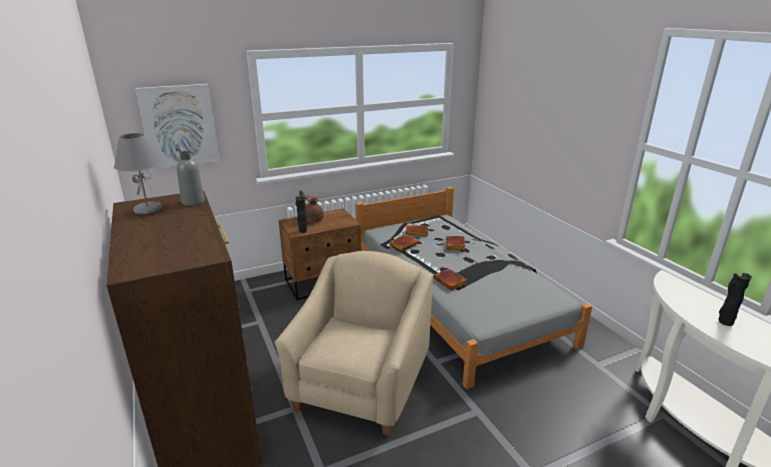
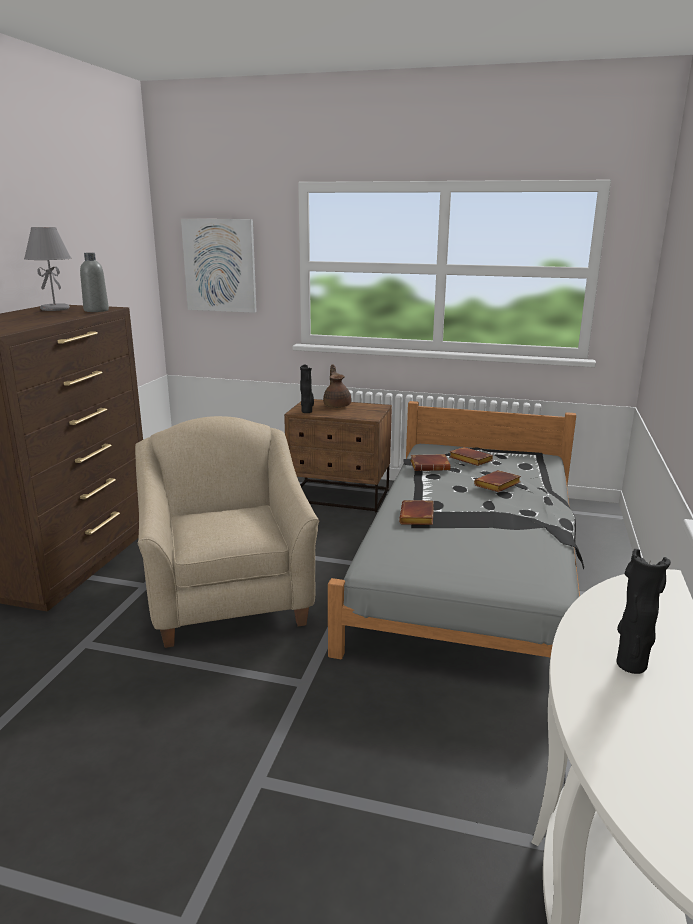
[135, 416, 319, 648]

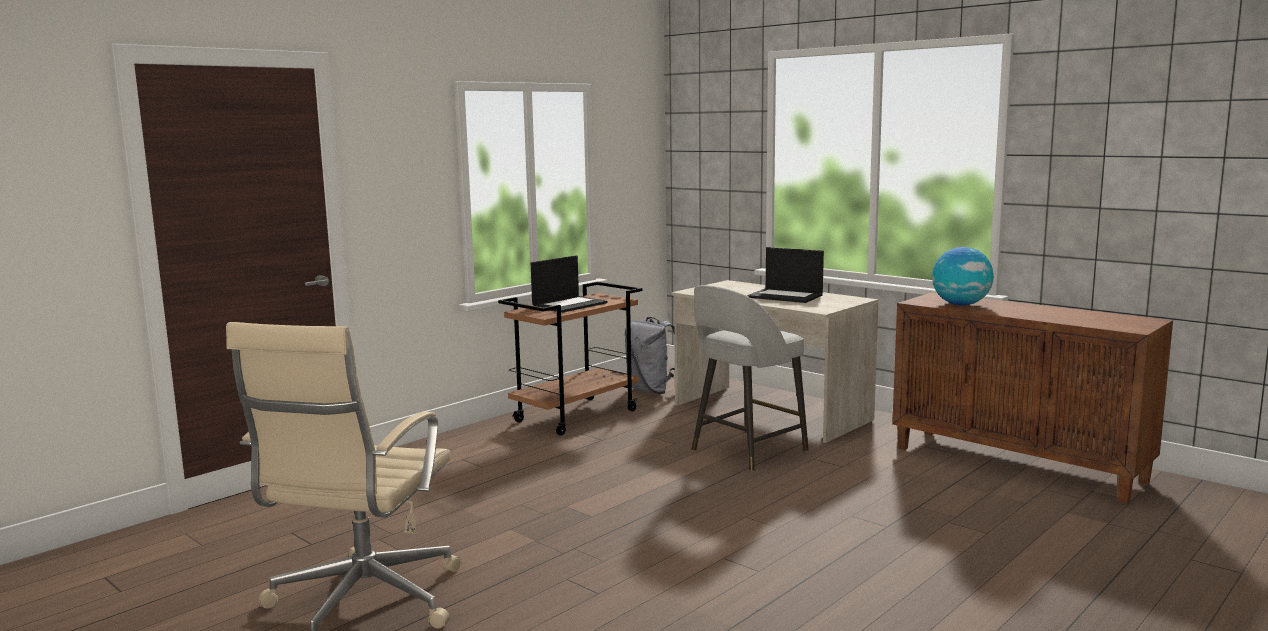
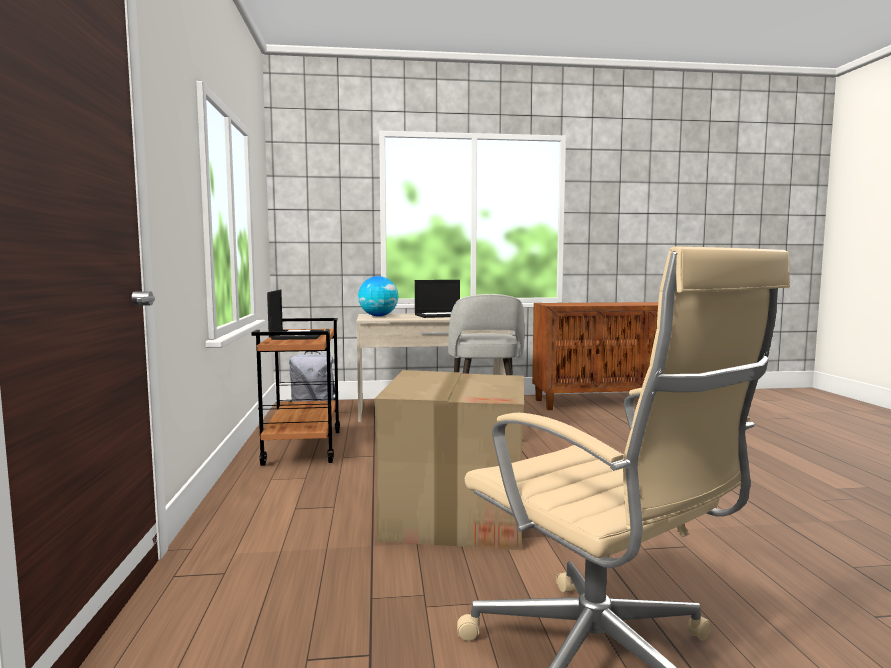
[358, 276, 398, 316]
[374, 370, 524, 550]

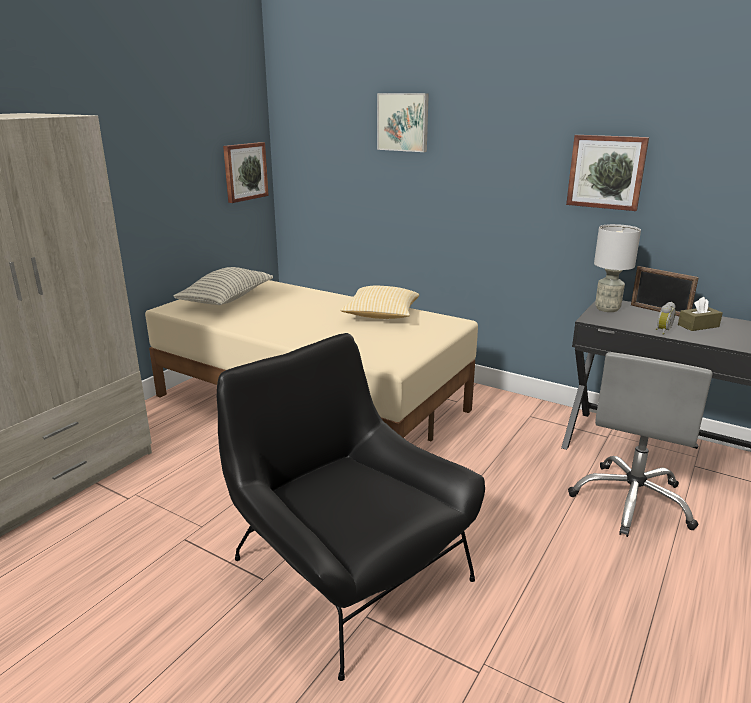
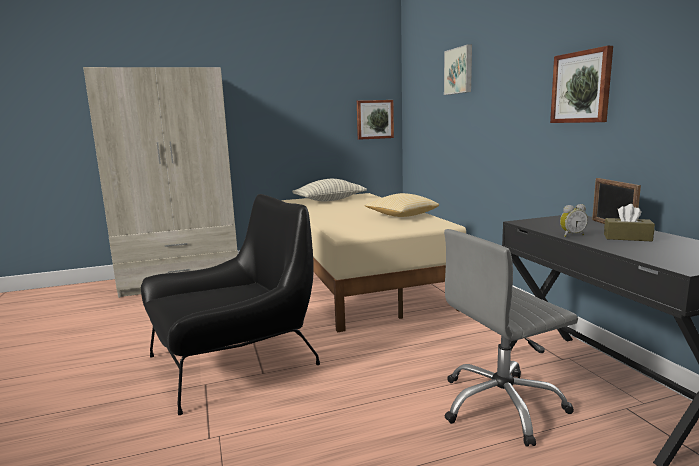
[141, 194, 320, 415]
[594, 224, 641, 312] (first image)

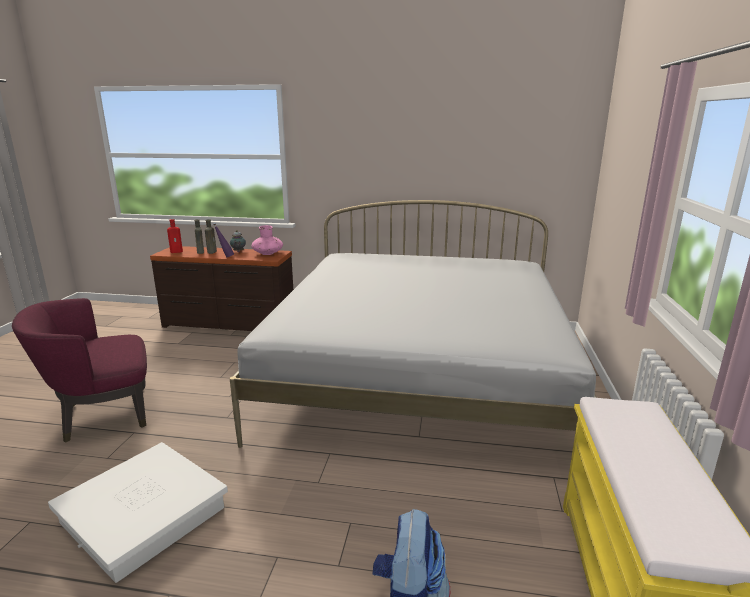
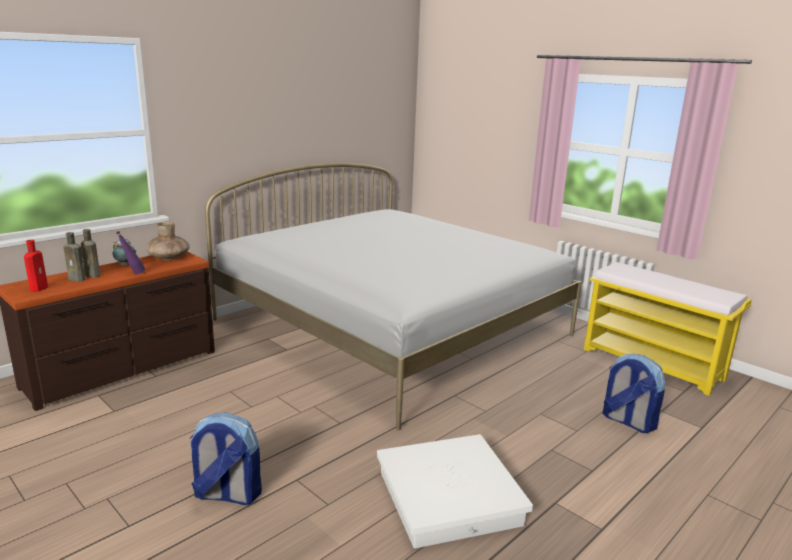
[147, 222, 190, 260]
[189, 413, 262, 505]

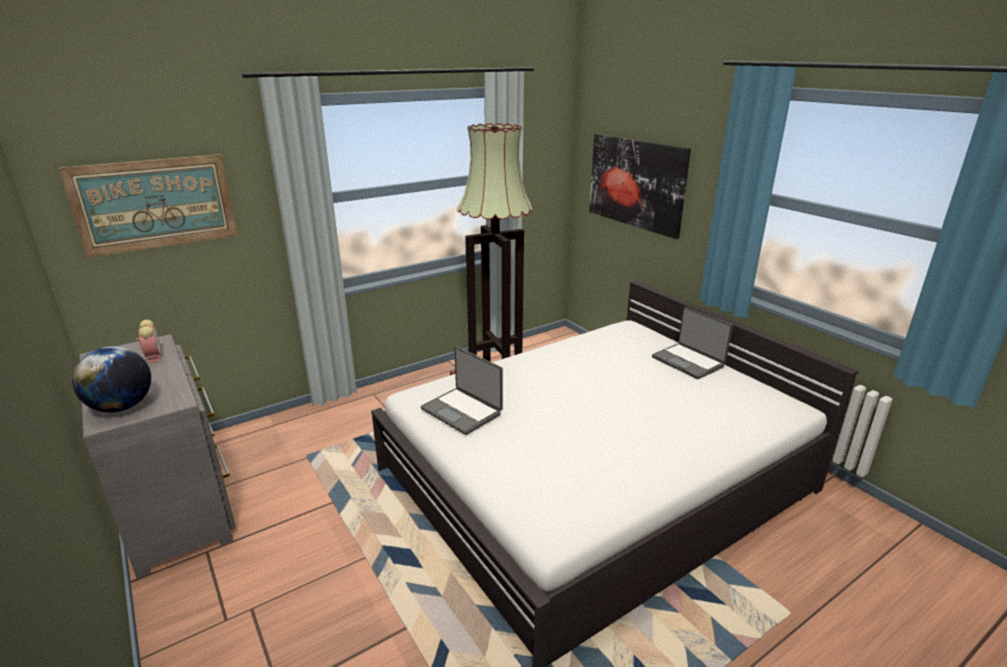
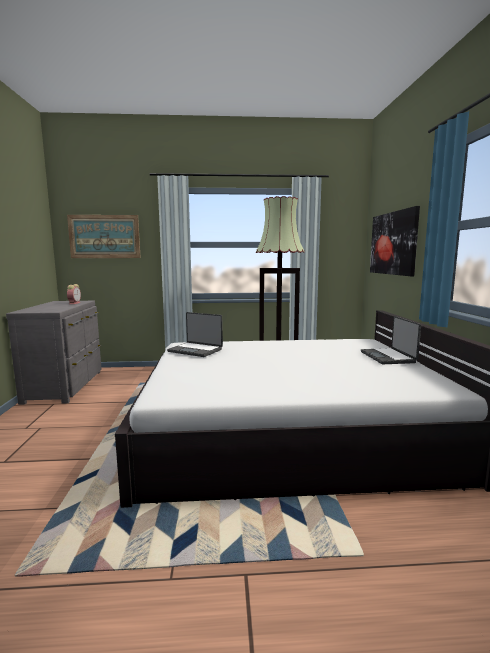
[167, 312, 223, 357]
[72, 346, 151, 412] (first image)

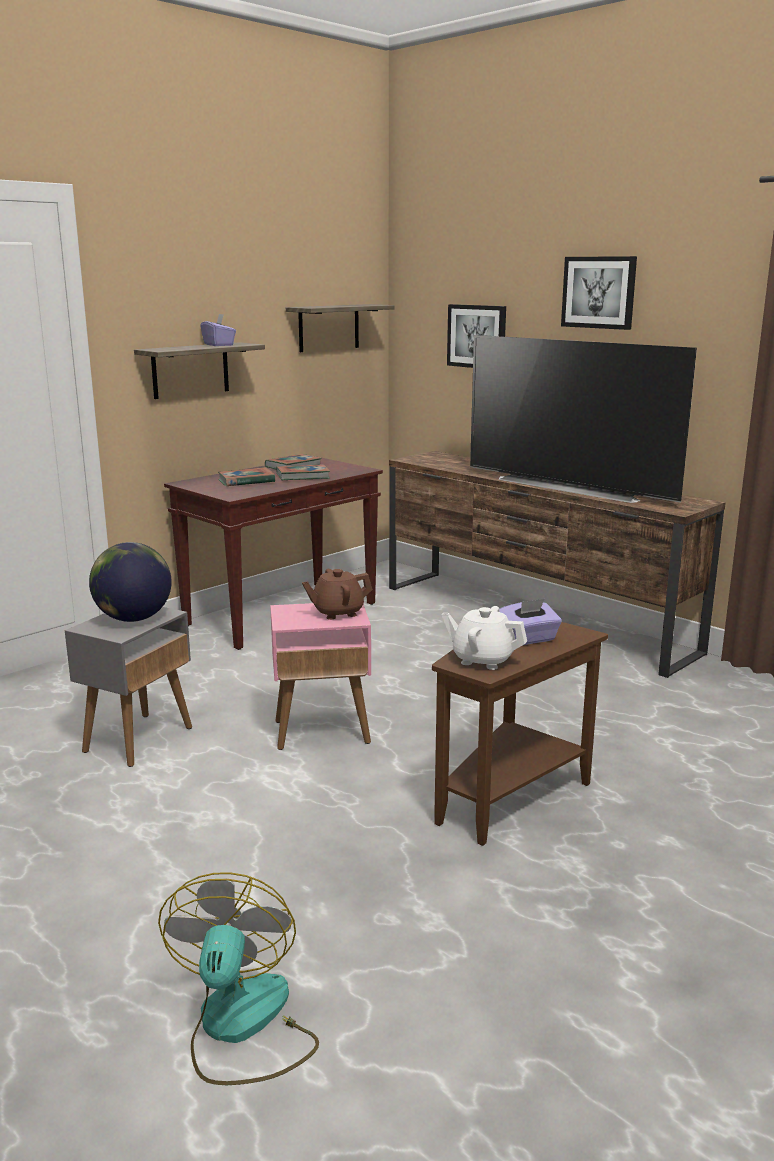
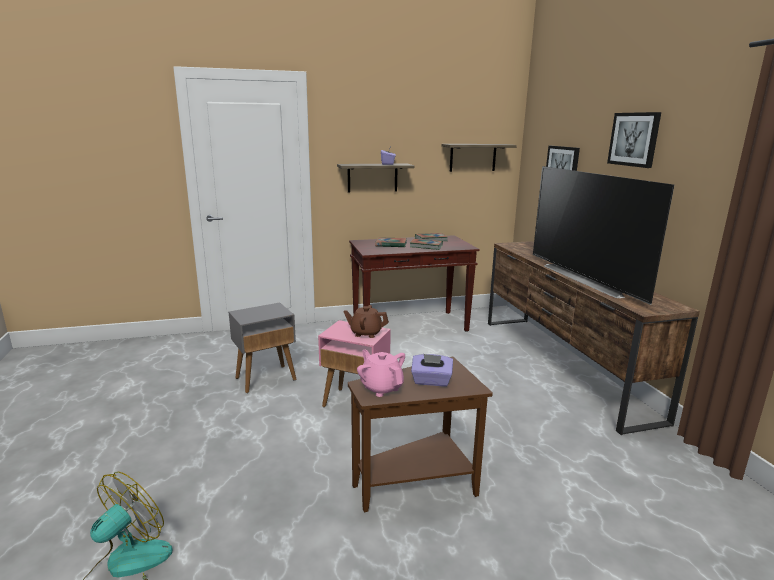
[357, 349, 405, 397]
[89, 542, 172, 622] (first image)

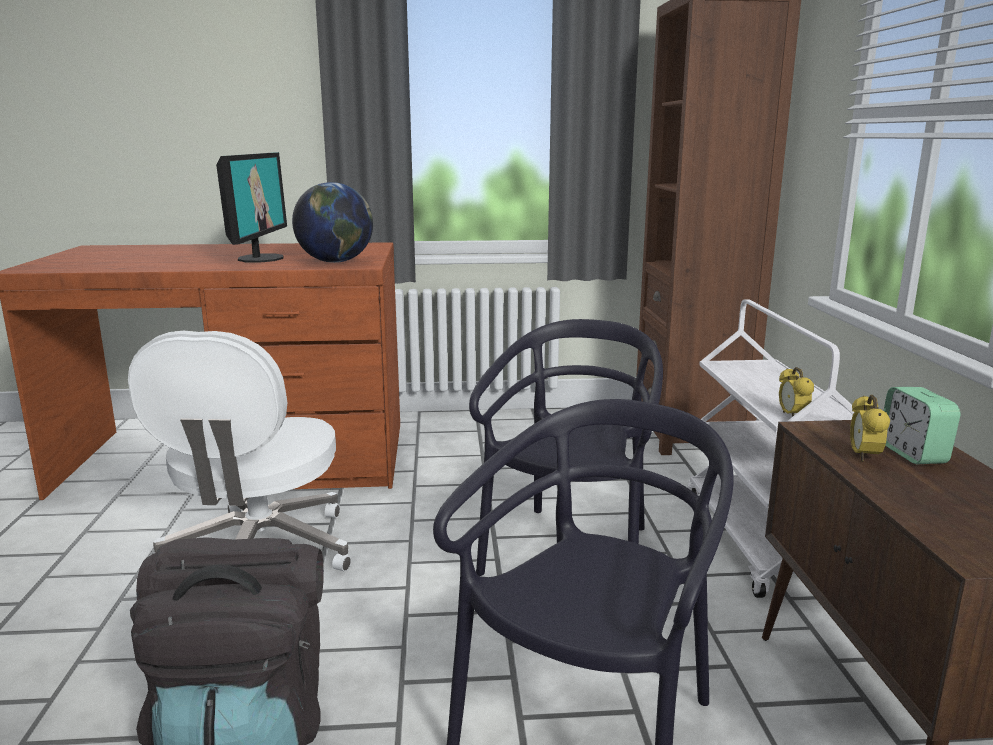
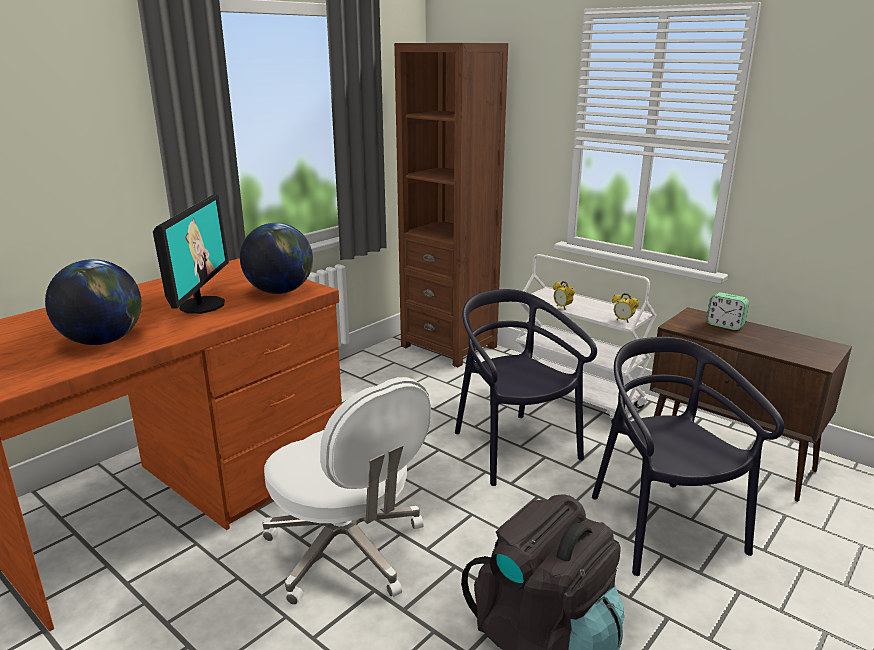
[45, 259, 142, 345]
[153, 194, 229, 314]
[553, 281, 575, 309]

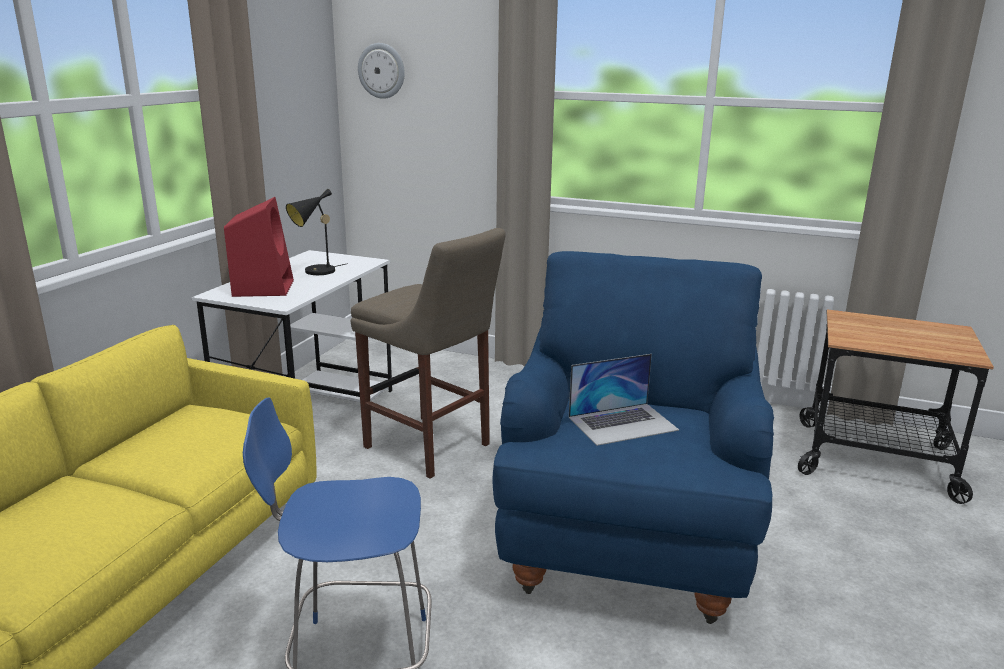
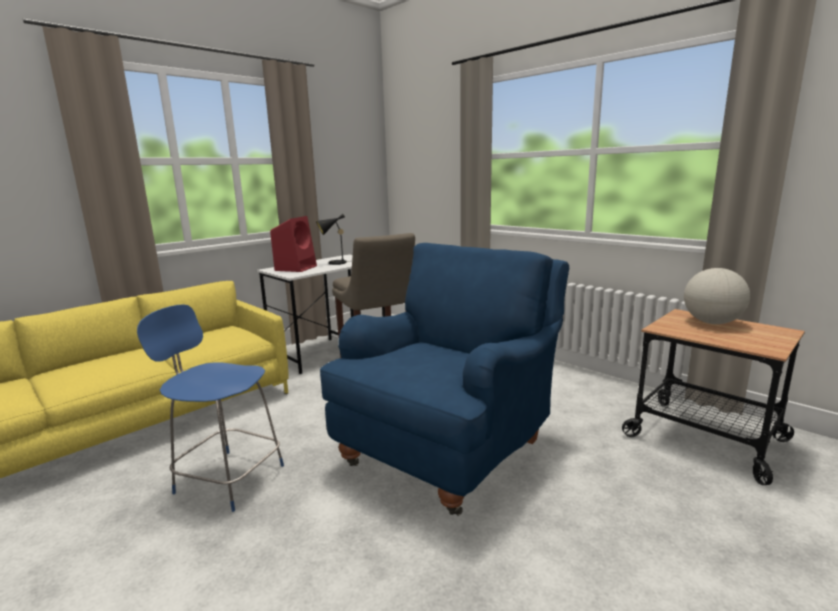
[684, 268, 750, 324]
[358, 43, 405, 99] (first image)
[569, 354, 679, 446] (first image)

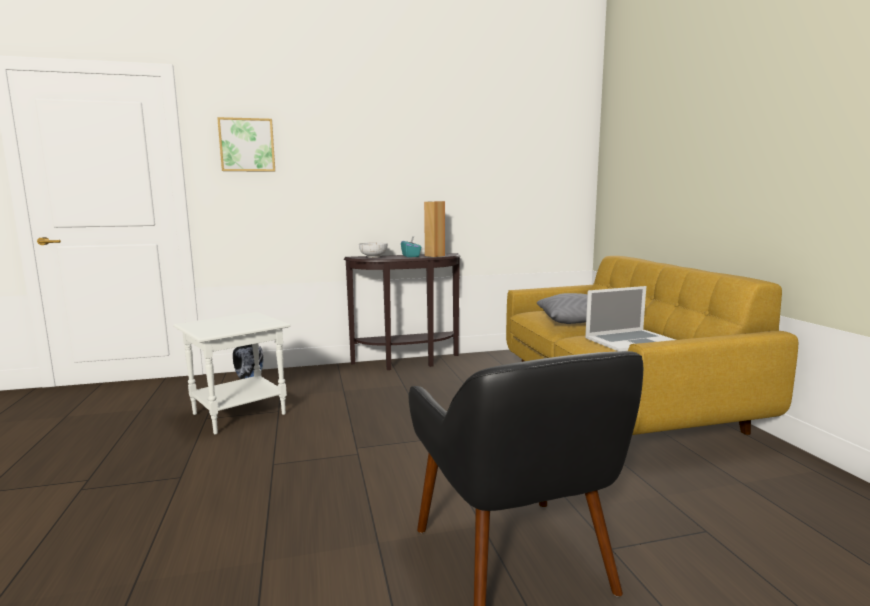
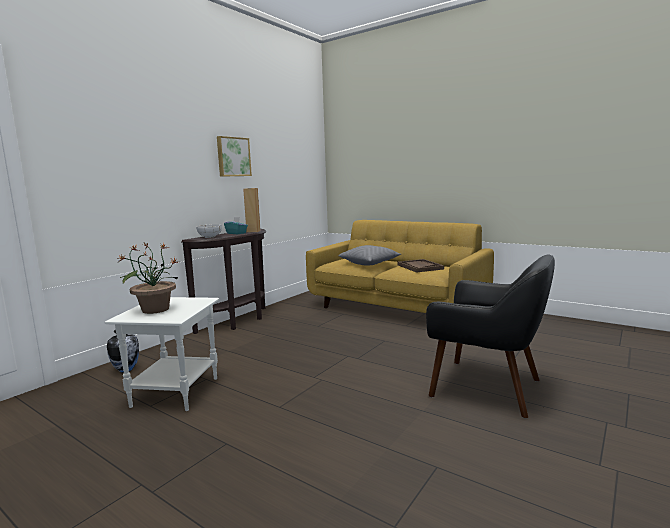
[117, 242, 178, 314]
[217, 136, 252, 177]
[398, 259, 444, 273]

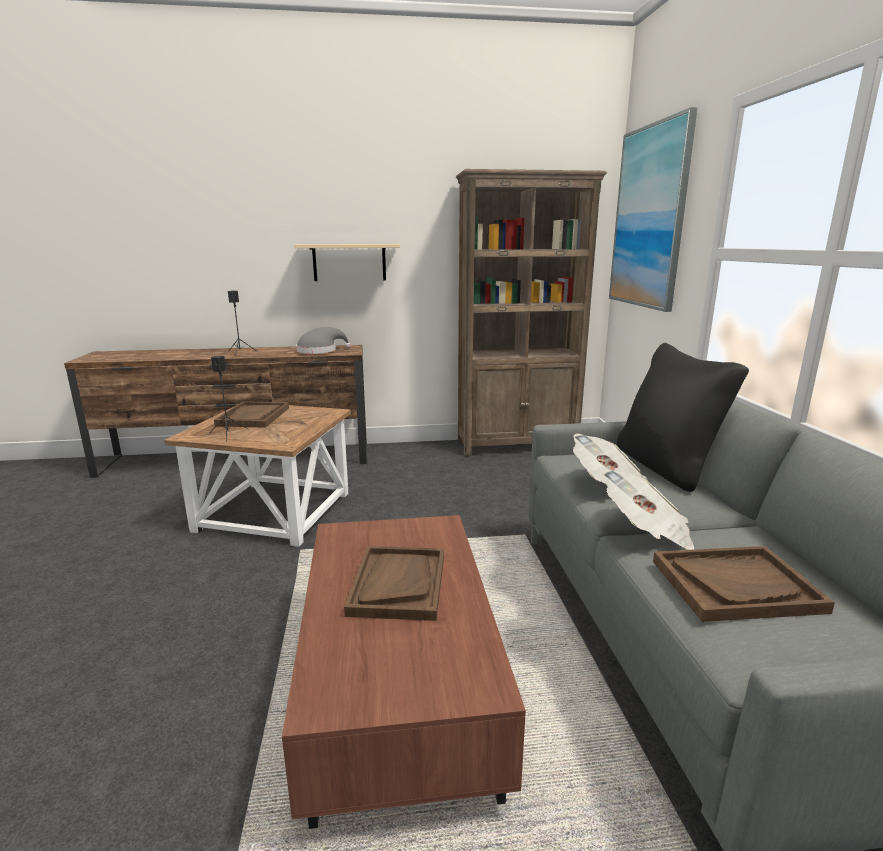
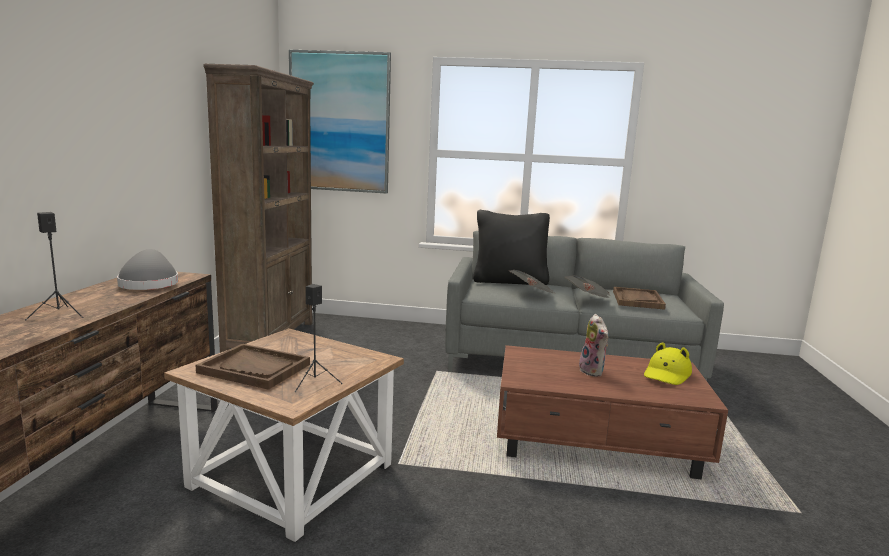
[579, 314, 609, 377]
[644, 342, 692, 385]
[294, 244, 400, 281] (first image)

